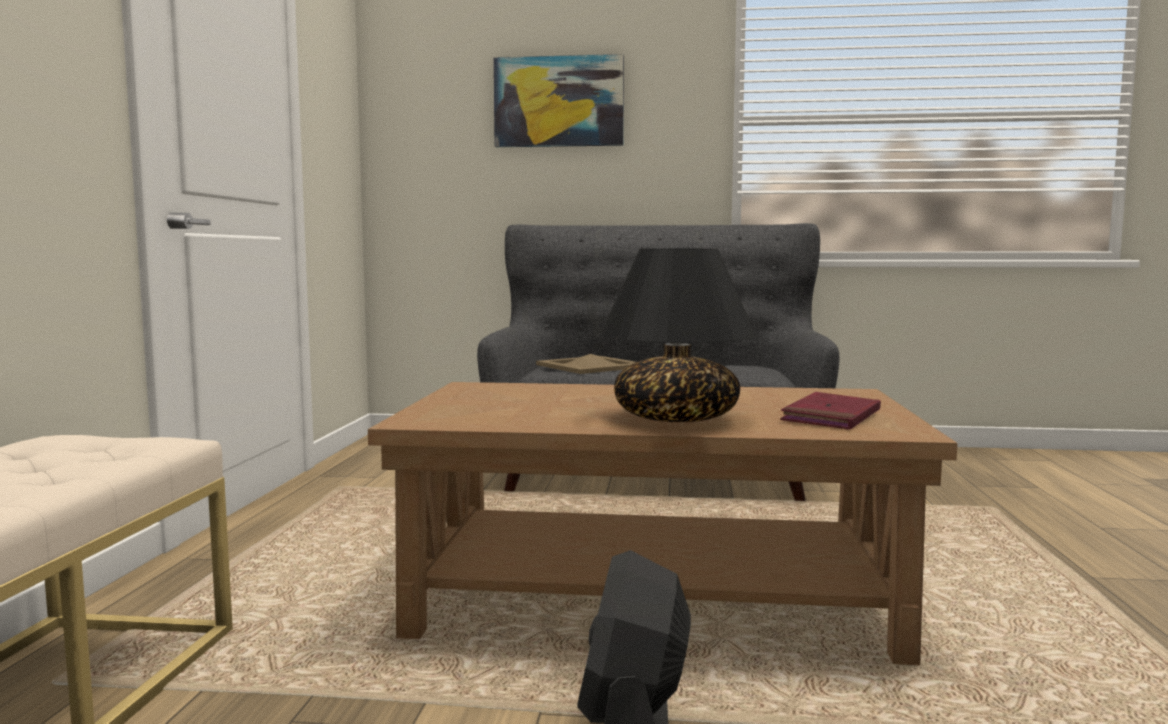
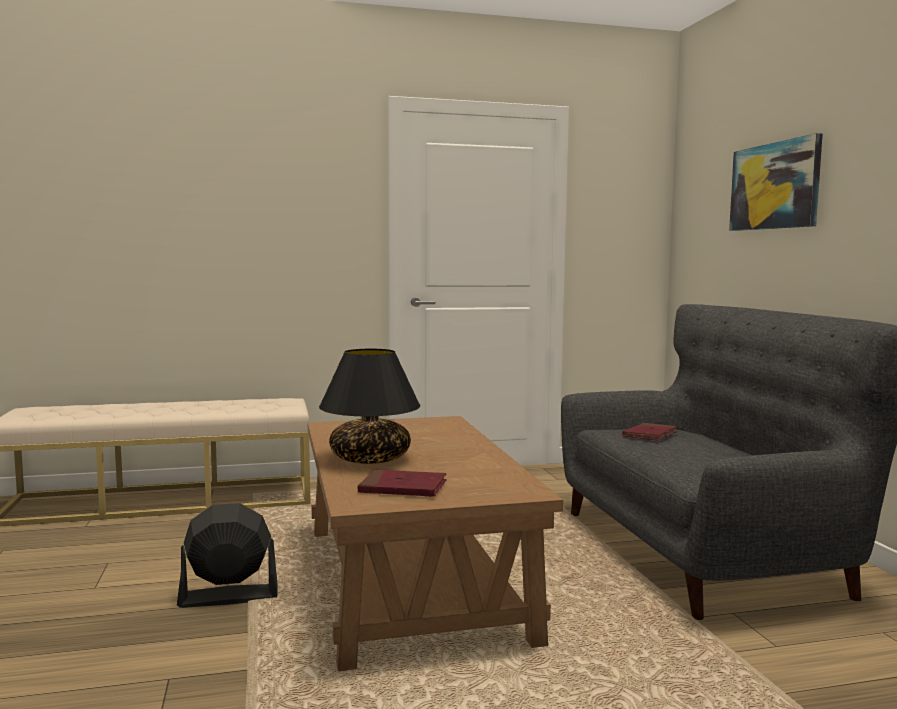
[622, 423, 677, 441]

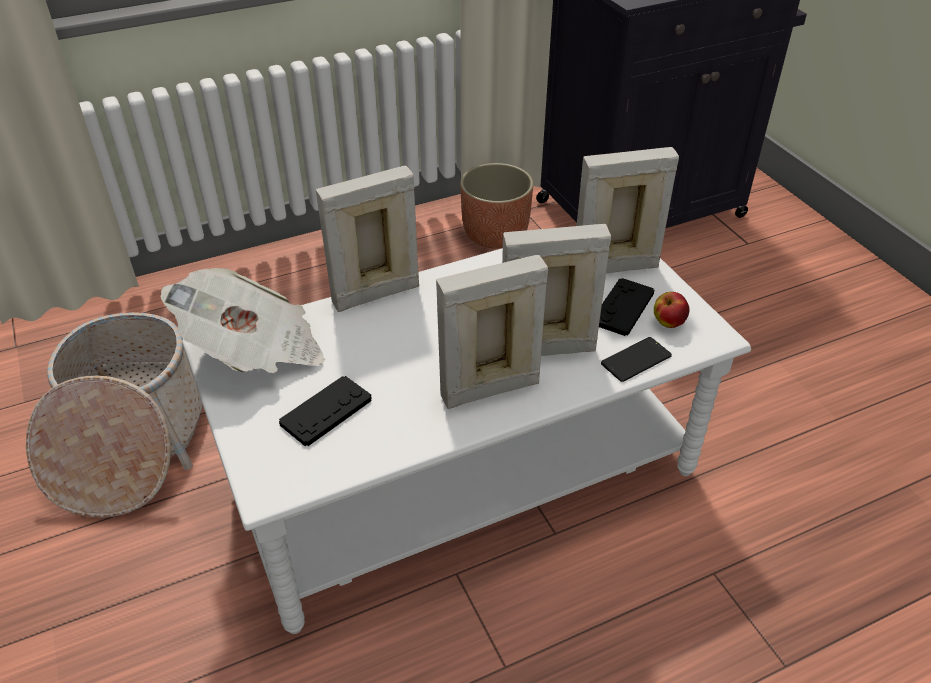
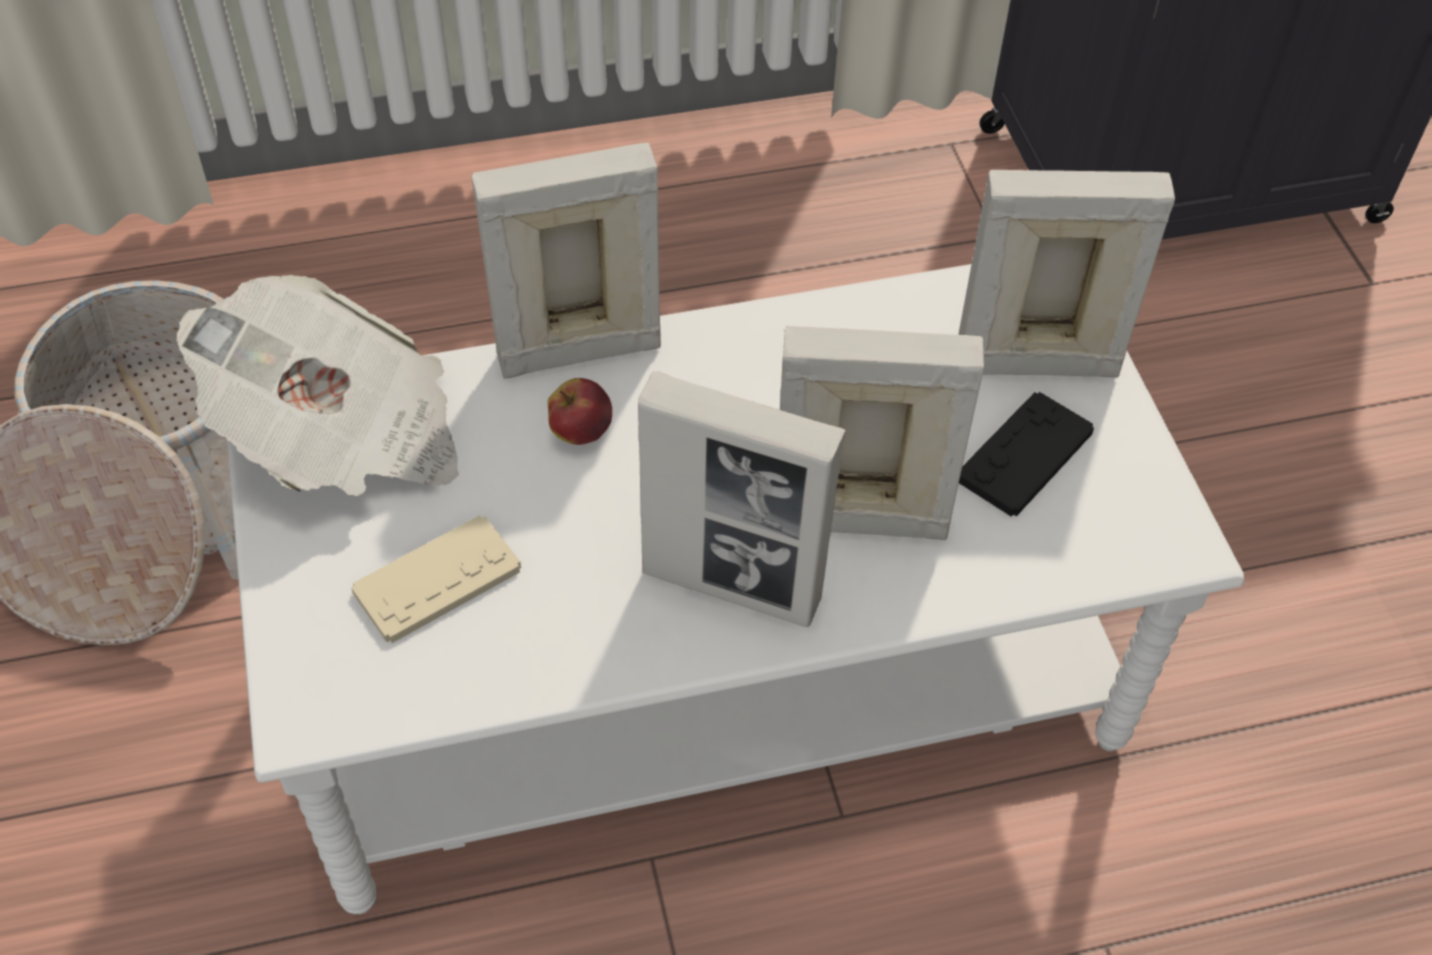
[351, 515, 521, 643]
[547, 378, 612, 445]
[638, 371, 846, 627]
[460, 163, 534, 248] (first image)
[601, 337, 672, 382] (first image)

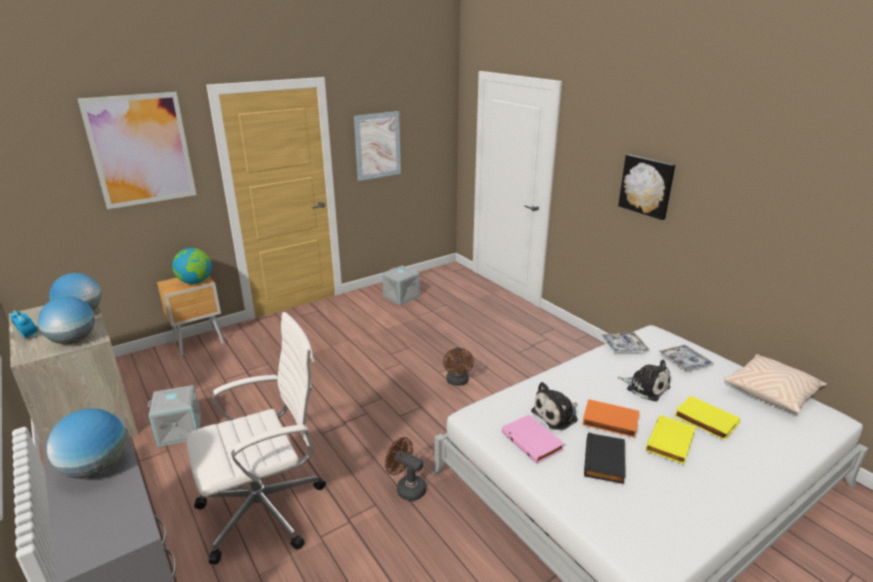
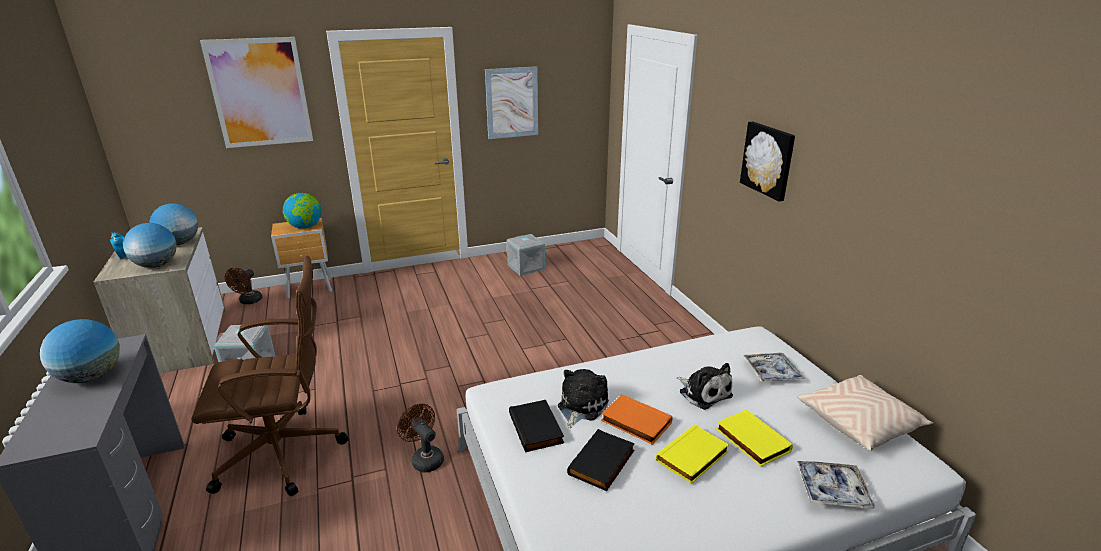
[191, 256, 349, 496]
[225, 267, 263, 304]
[509, 400, 564, 452]
[558, 369, 609, 428]
[797, 461, 875, 509]

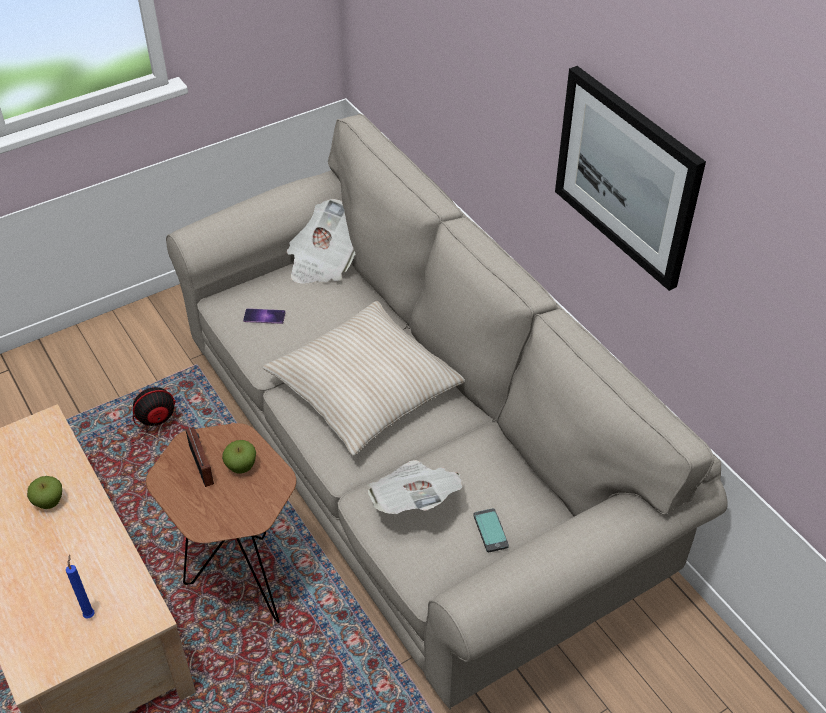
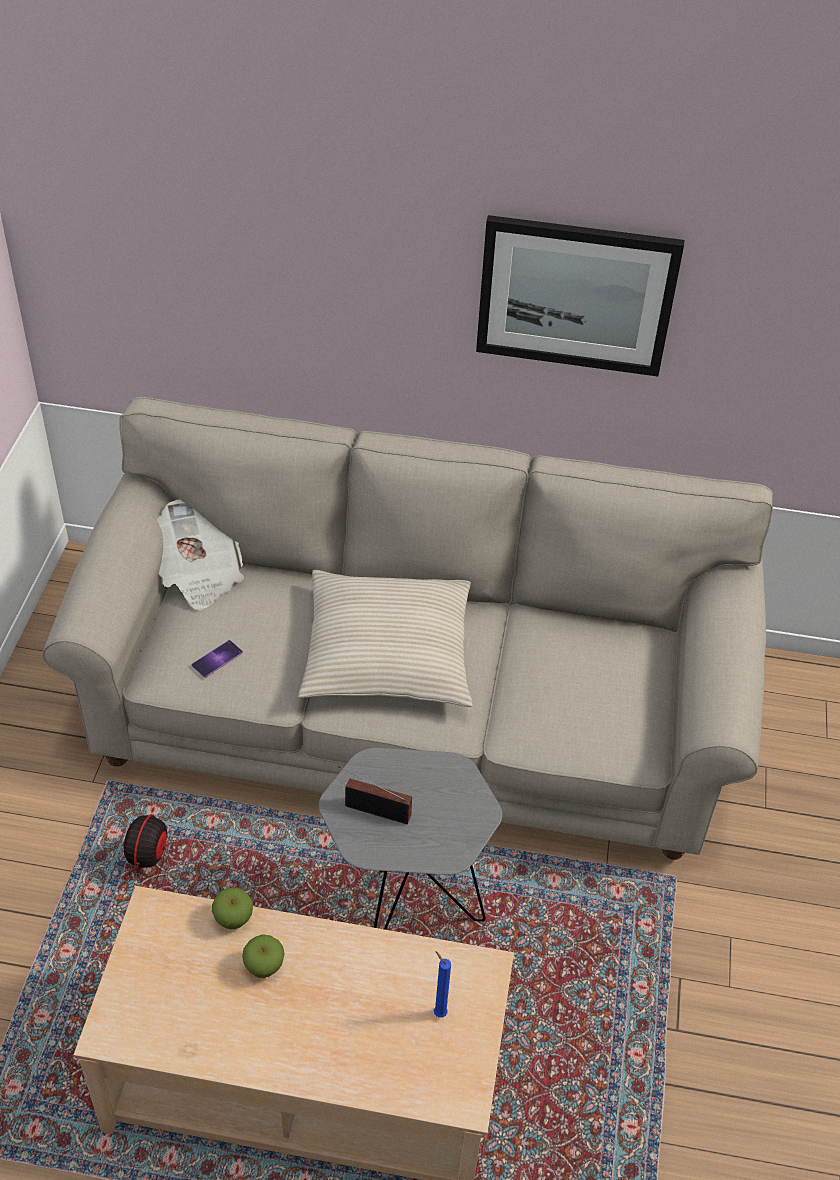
[212, 887, 253, 929]
[319, 748, 503, 930]
[367, 460, 462, 514] (first image)
[473, 508, 509, 552] (first image)

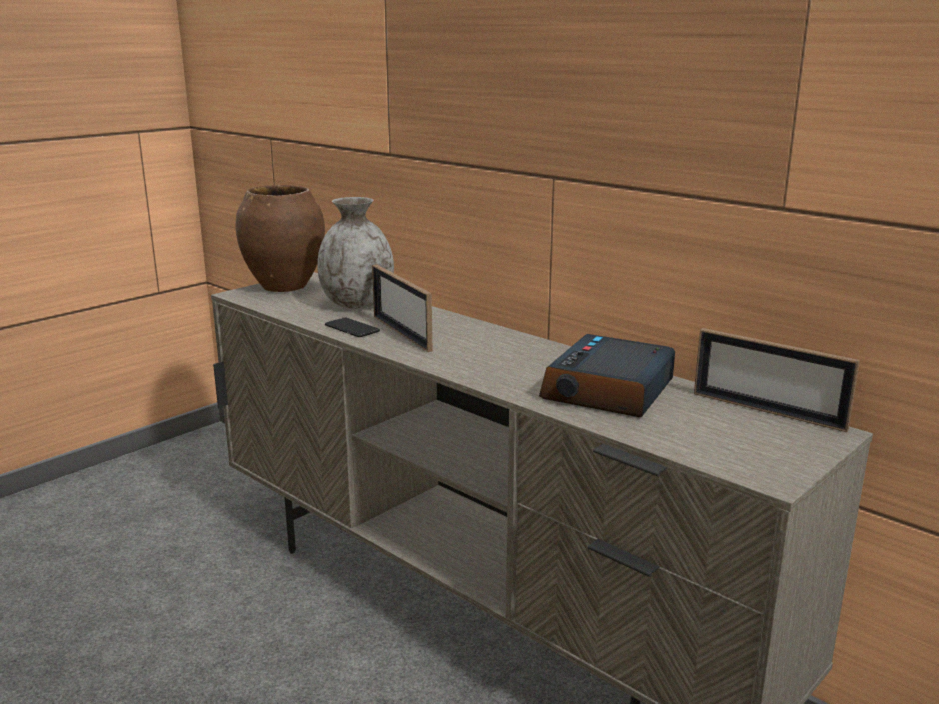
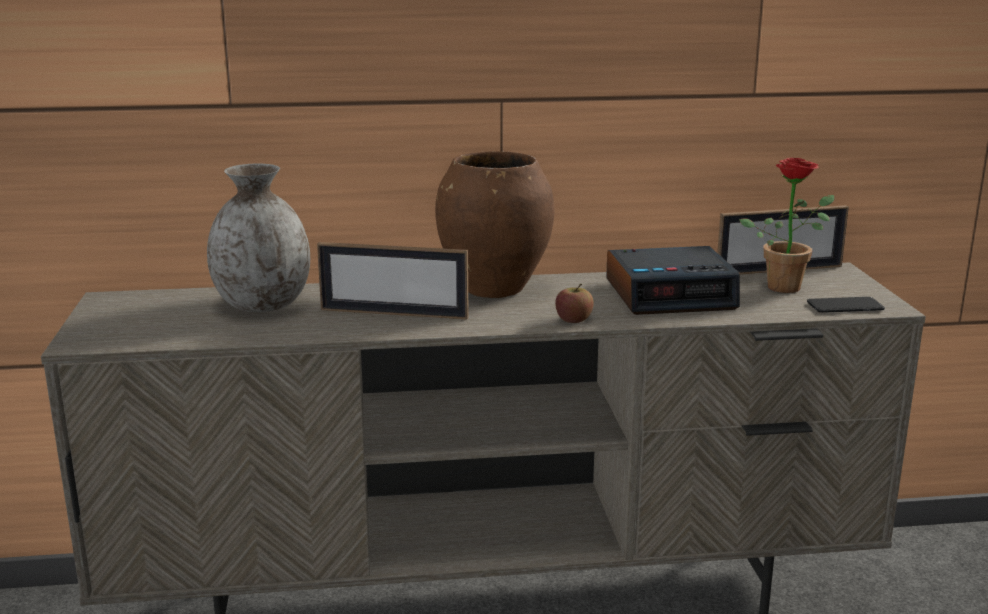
[435, 151, 555, 298]
[555, 284, 594, 323]
[606, 246, 740, 315]
[739, 158, 834, 293]
[807, 297, 885, 313]

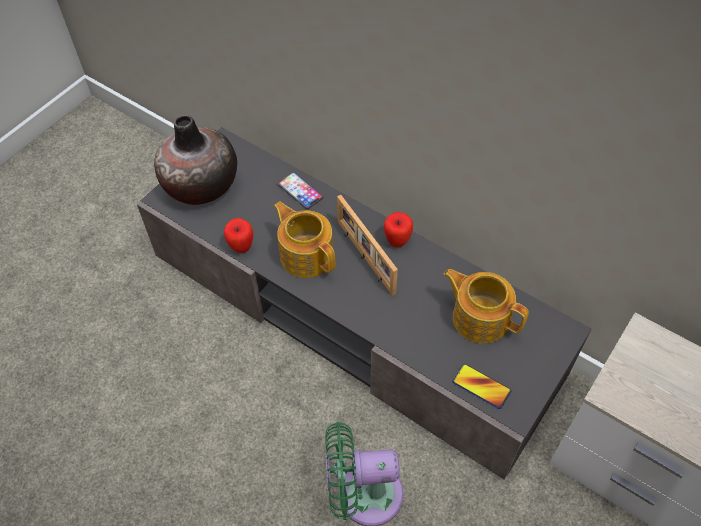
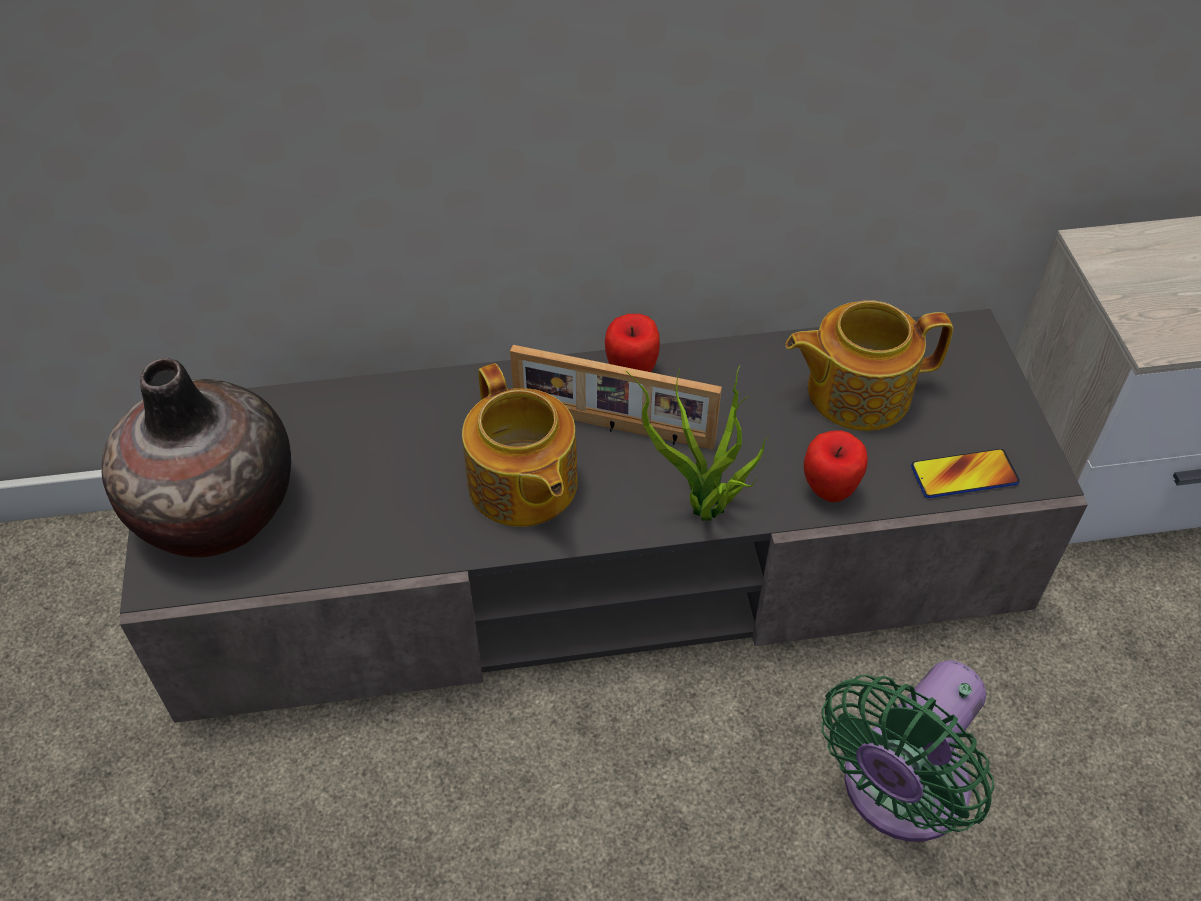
[462, 363, 578, 527]
[626, 366, 769, 521]
[804, 430, 868, 502]
[278, 172, 324, 209] (first image)

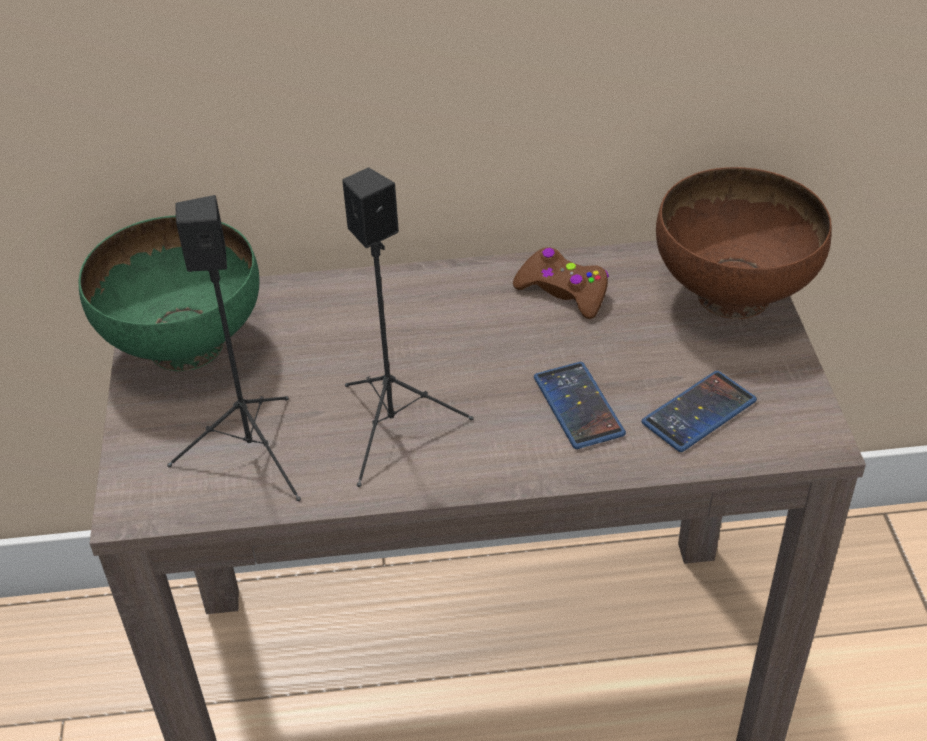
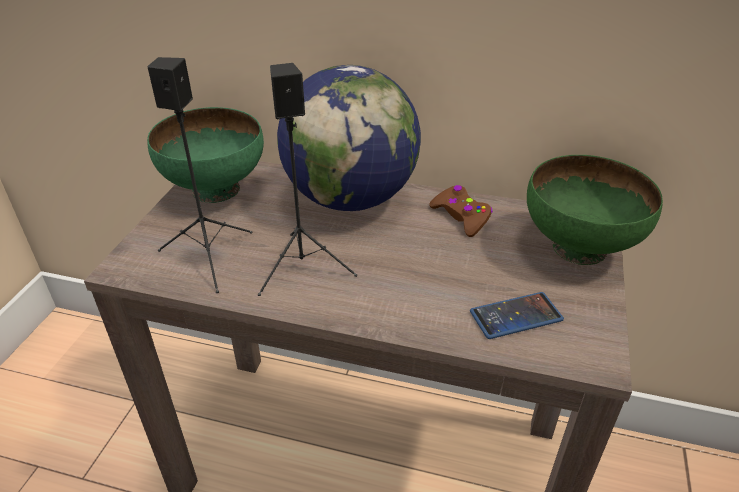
[277, 65, 421, 211]
[527, 155, 663, 265]
[534, 362, 626, 449] (first image)

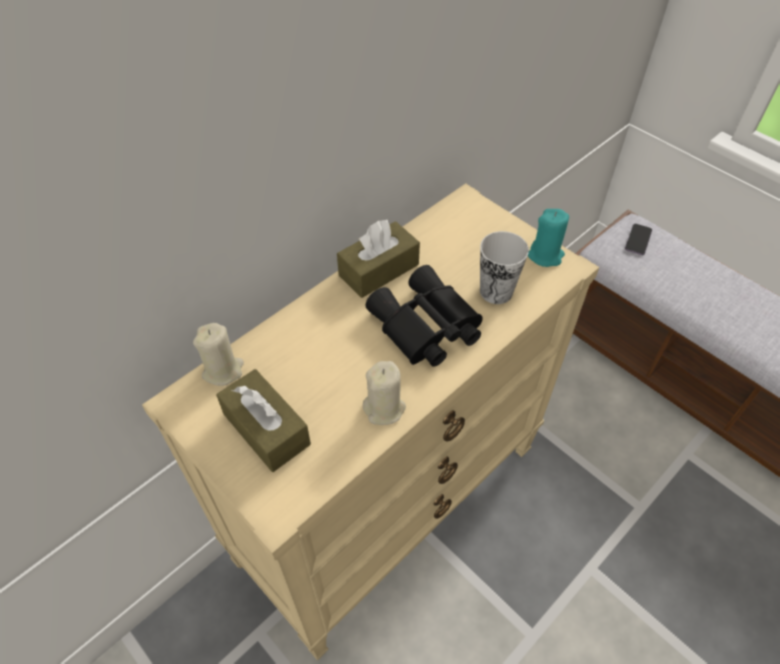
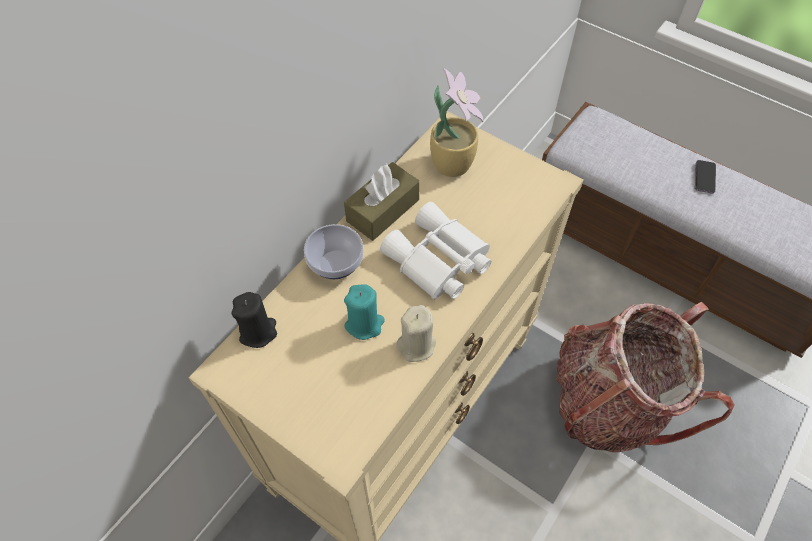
[232, 292, 277, 348]
[304, 224, 364, 279]
[344, 284, 385, 340]
[380, 202, 491, 300]
[430, 68, 483, 177]
[556, 302, 735, 452]
[695, 160, 716, 194]
[216, 369, 311, 472] (first image)
[480, 231, 529, 304] (first image)

